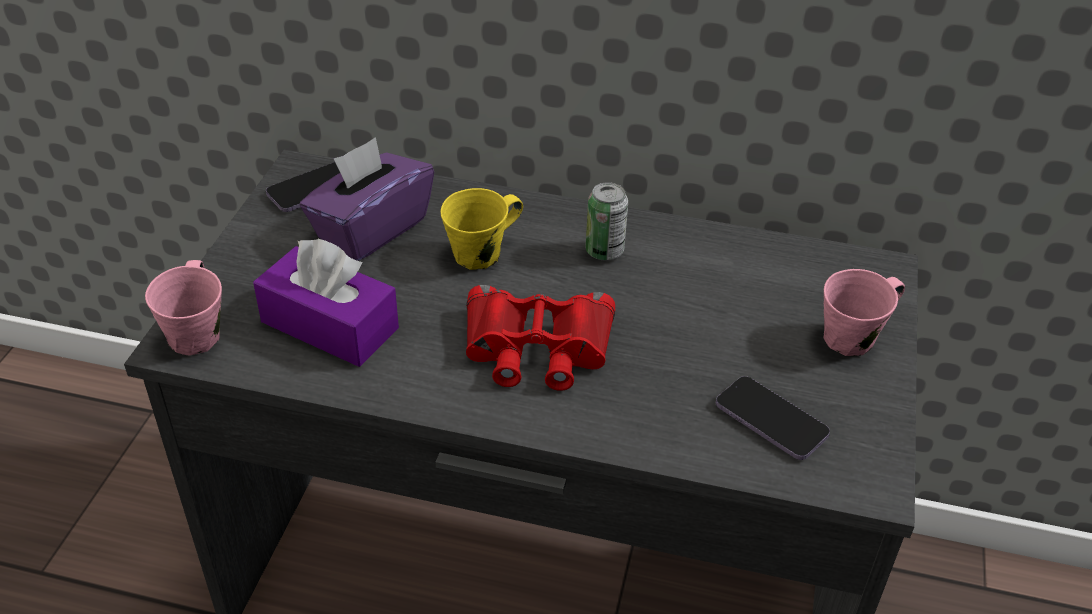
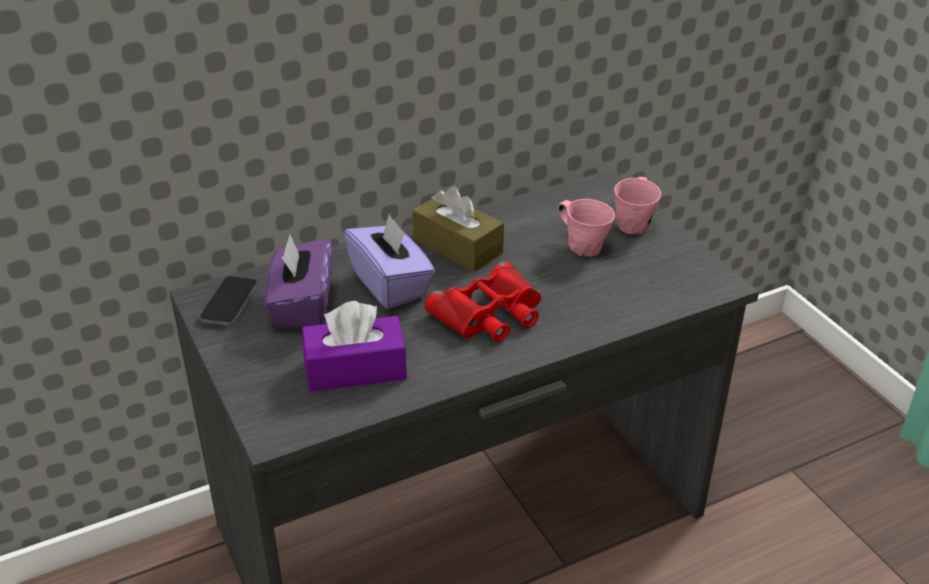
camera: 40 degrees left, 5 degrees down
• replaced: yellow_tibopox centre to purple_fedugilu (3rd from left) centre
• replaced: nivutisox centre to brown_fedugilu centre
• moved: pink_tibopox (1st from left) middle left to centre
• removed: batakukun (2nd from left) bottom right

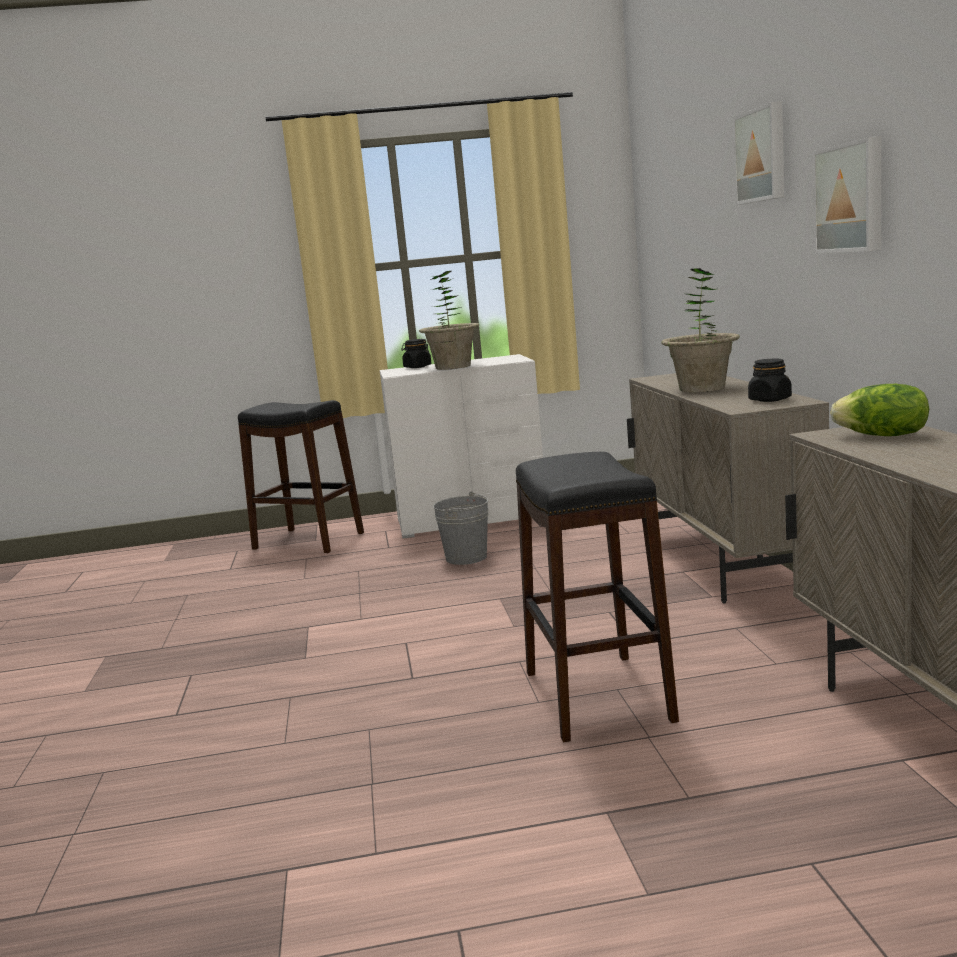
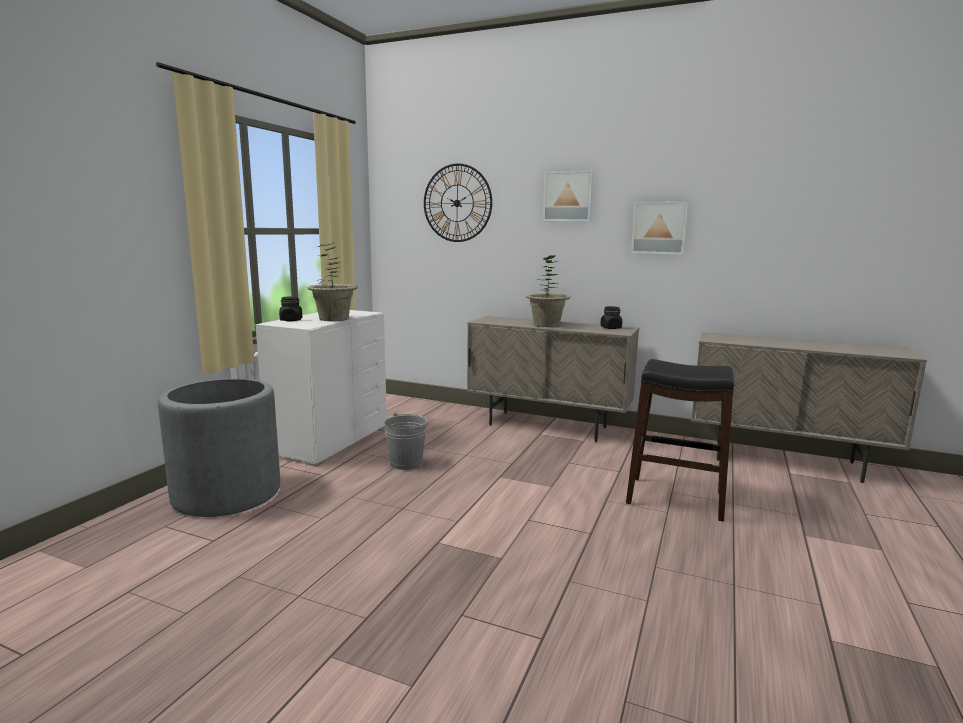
camera: 60 degrees left, 0 degrees up
• replaced: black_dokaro (1st from left) middle left to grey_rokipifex middle left
• added: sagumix top centre
• removed: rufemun middle right

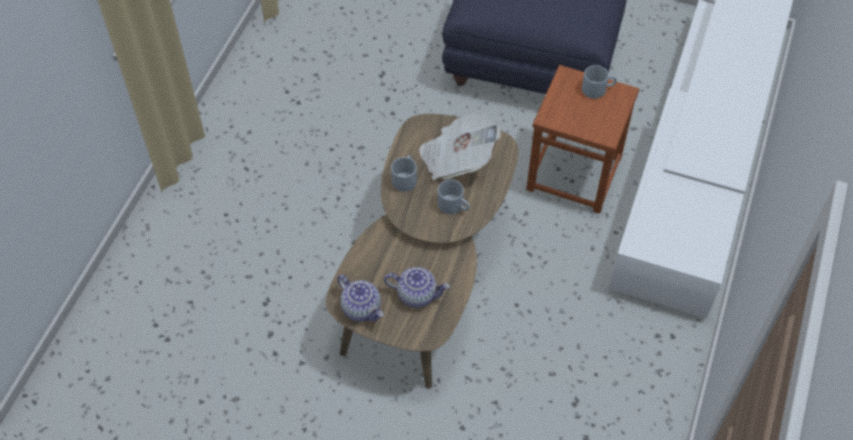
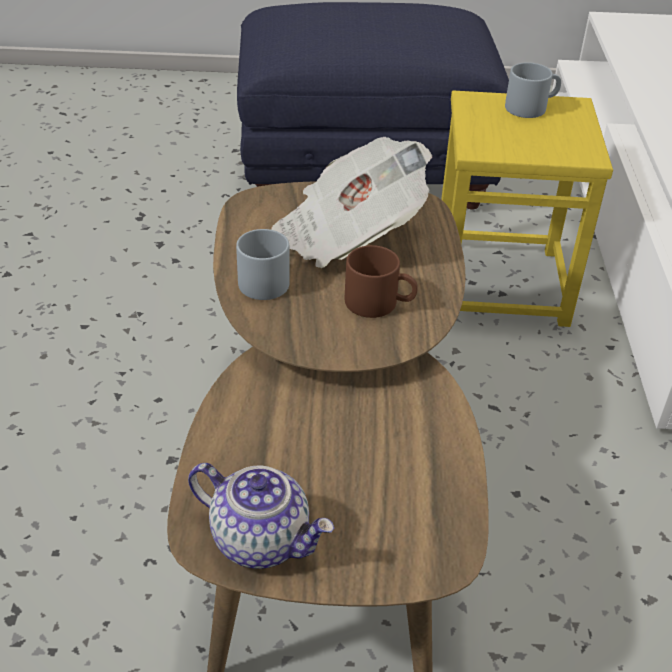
camera: 20 degrees left, 15 degrees down
• recoloured: grey_tibopox (2nd from left) centre to brown_tibopox centre
• recoloured: brown_dokaro top right to yellow_dokaro top right
• removed: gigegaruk (2nd from left) centre

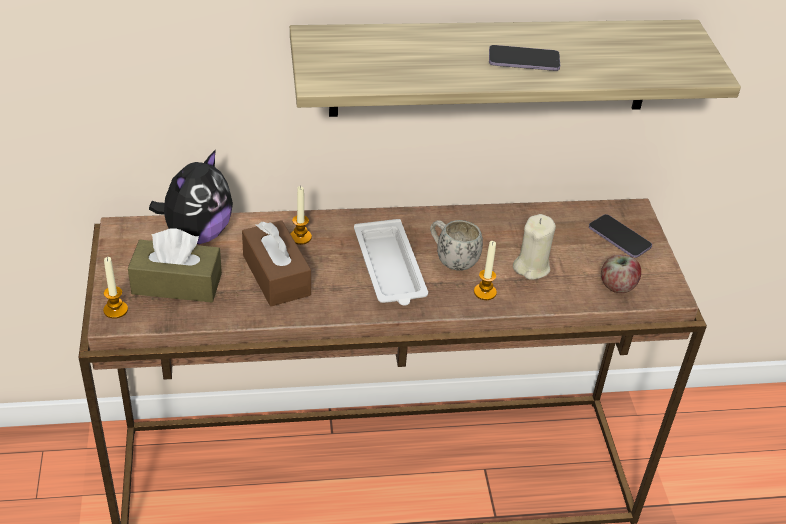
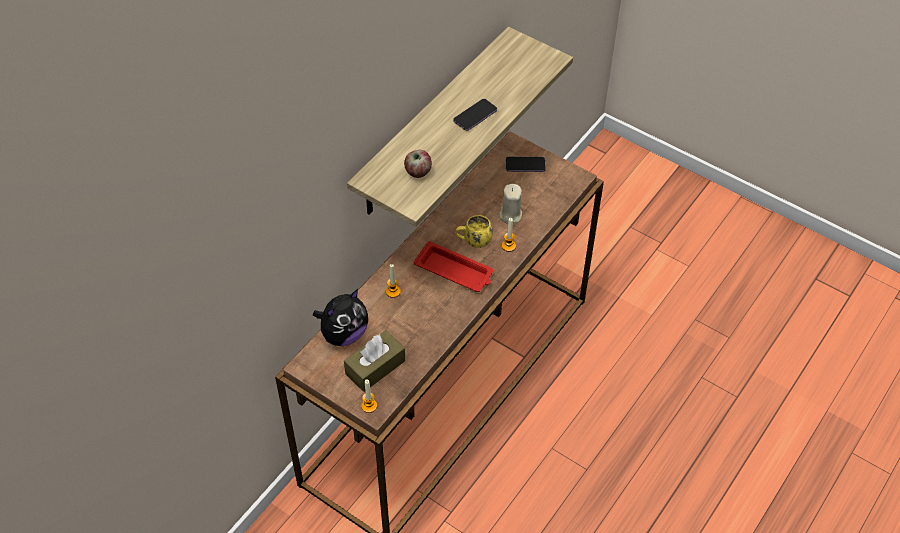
camera: 45 degrees left, 10 degrees up
• turned: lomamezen middle left = centre 60 degrees clockwise
• moved: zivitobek middle right to top centre
• recoloured: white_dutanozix centre to red_dutanozix centre
• recoloured: white_tibopox centre to yellow_tibopox centre
• removed: brown_fedugilu (2nd from left) centre

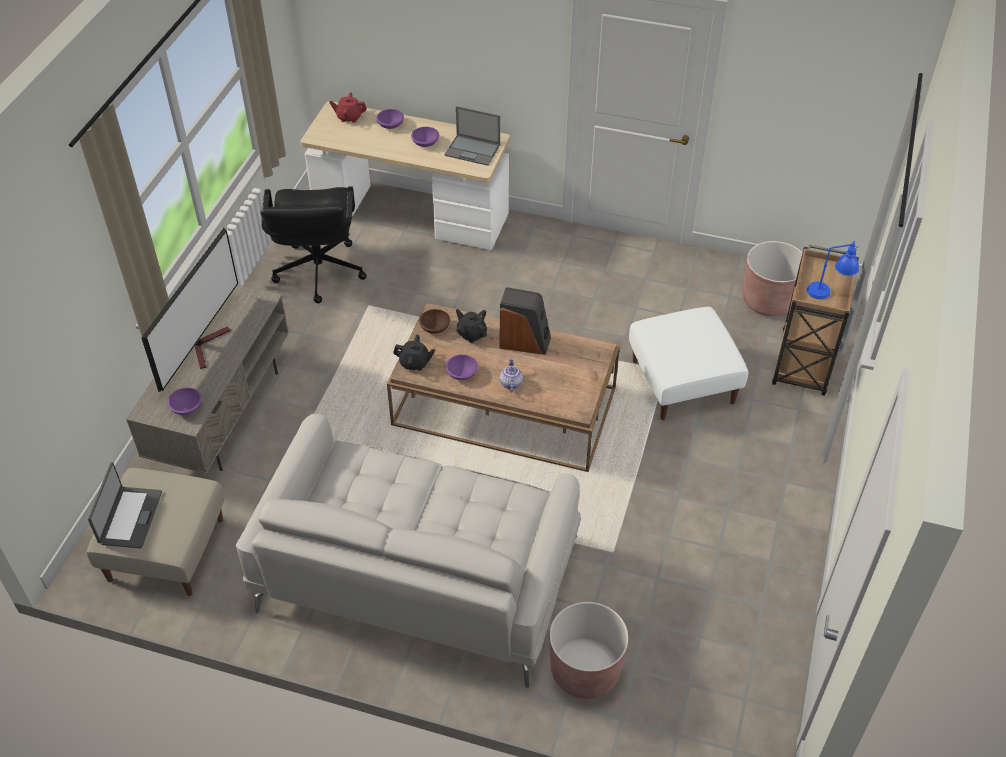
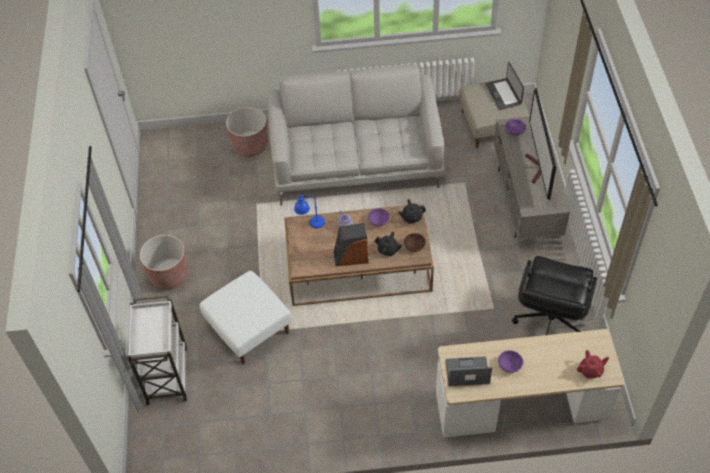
camera: 160 degrees right, 5 degrees up
• recoloured: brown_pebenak middle right to white_pebenak bottom left
• moved: brown_rokipifex (2nd from left in the first image) middle right to brown_rokipifex (1st from left) middle left
• moved: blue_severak middle right to centre
• turned: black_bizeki top left = middle right 135 degrees counterclockwise
• removed: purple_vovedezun (2nd from left) top centre

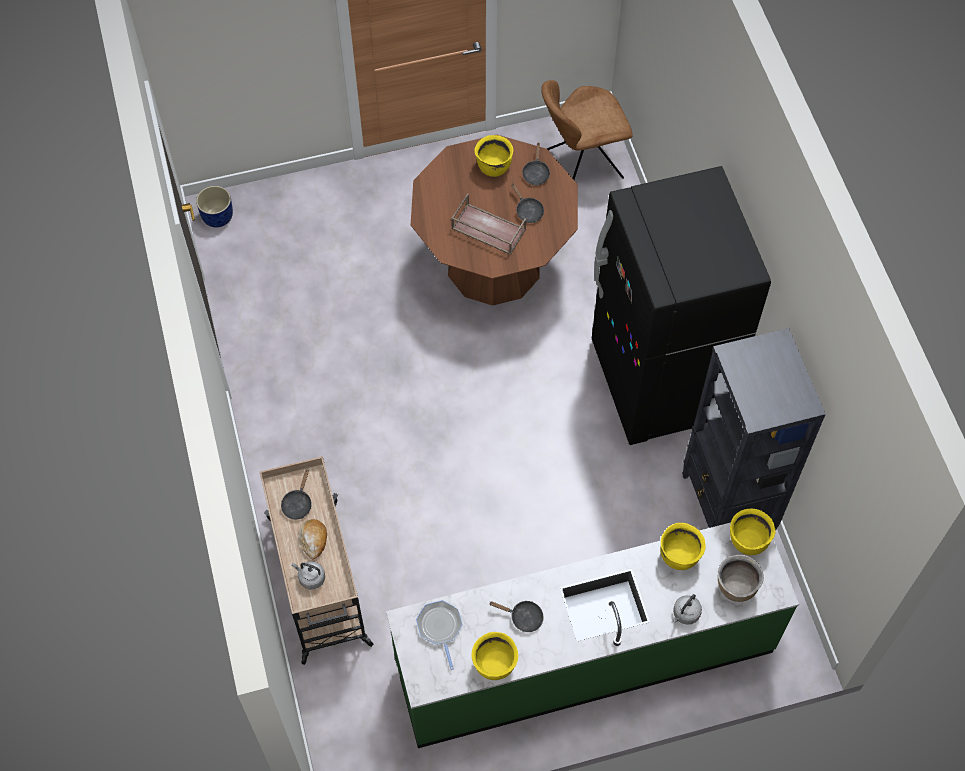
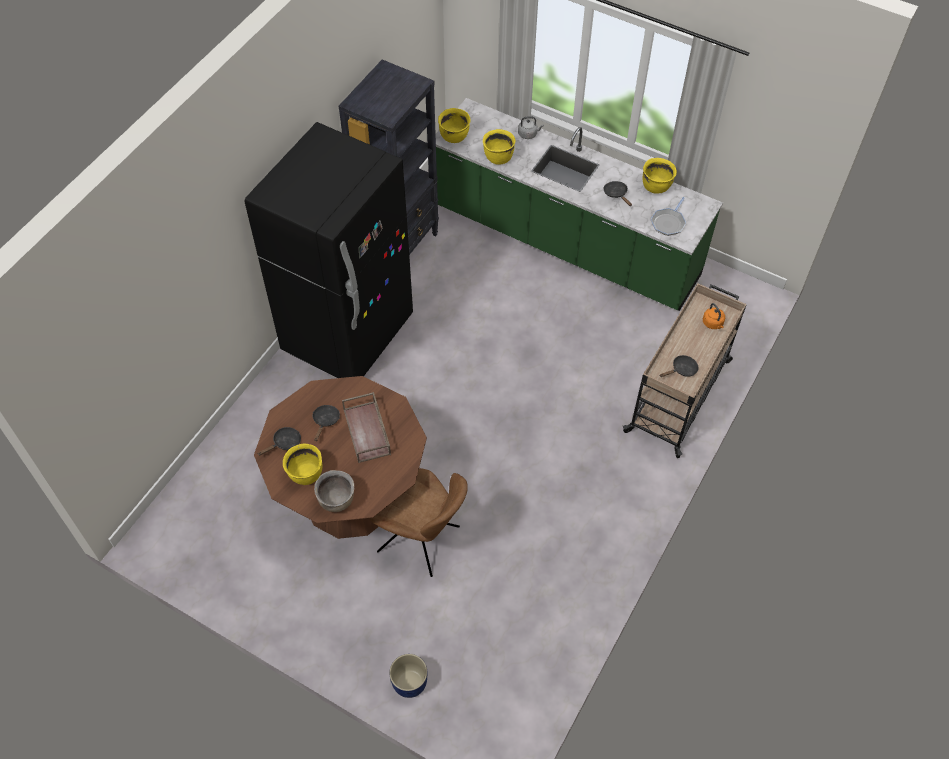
camera: 135 degrees left, 5 degrees down
• moved: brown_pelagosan bottom right to centre
• moved: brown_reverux top centre to bottom centre
• moved: blue_rokipifex top left to bottom centre
• recoloured: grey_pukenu (1st from left) bottom left to orange_pukenu middle right
• removed: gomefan bottom left

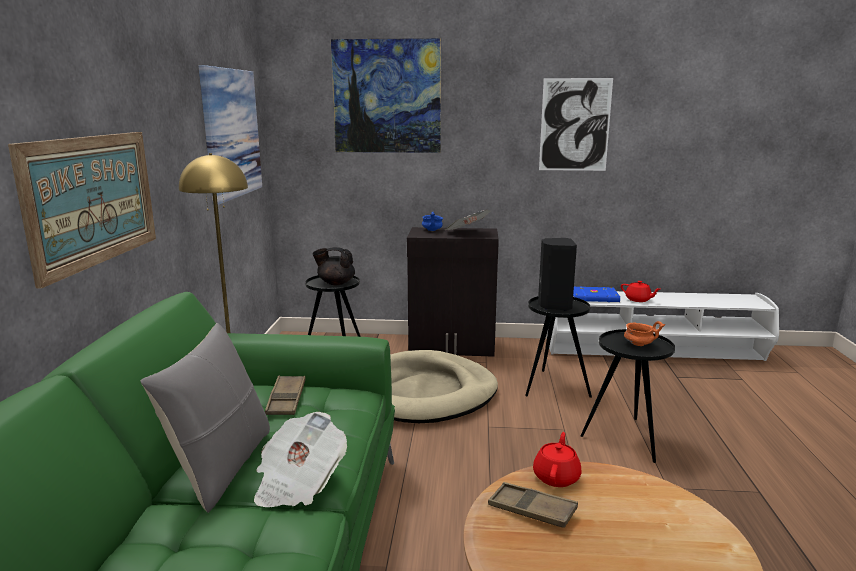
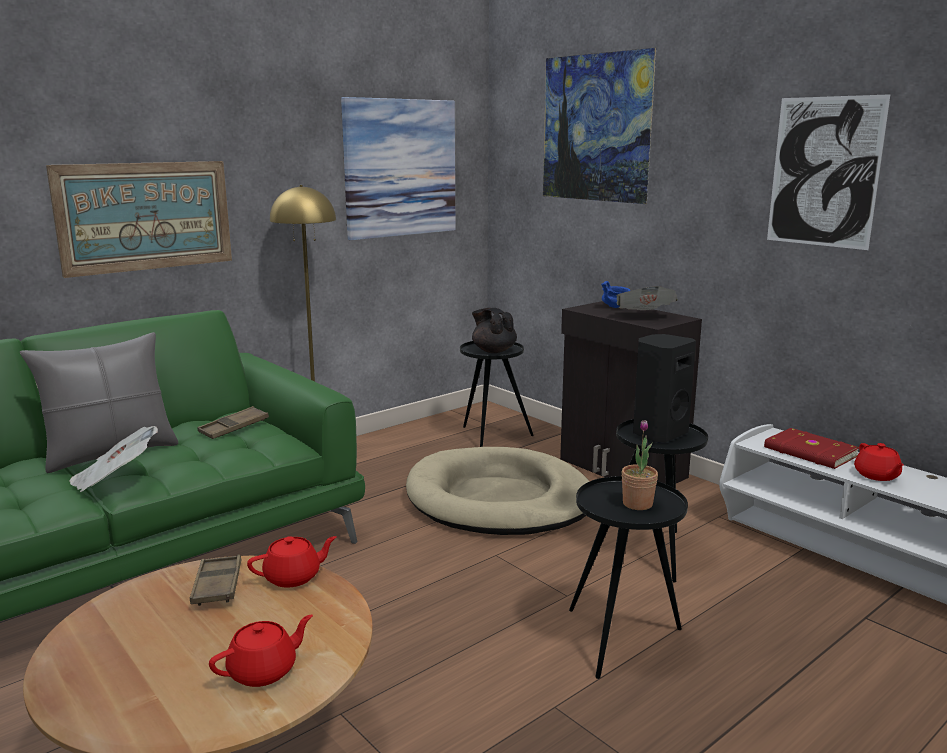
camera: 45 degrees right, 0 degrees up
• added: red_gigegaruk (1st from left) bottom left
• replaced: orange_vovedezun middle right to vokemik middle right
• recoloured: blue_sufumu middle right to red_sufumu middle right

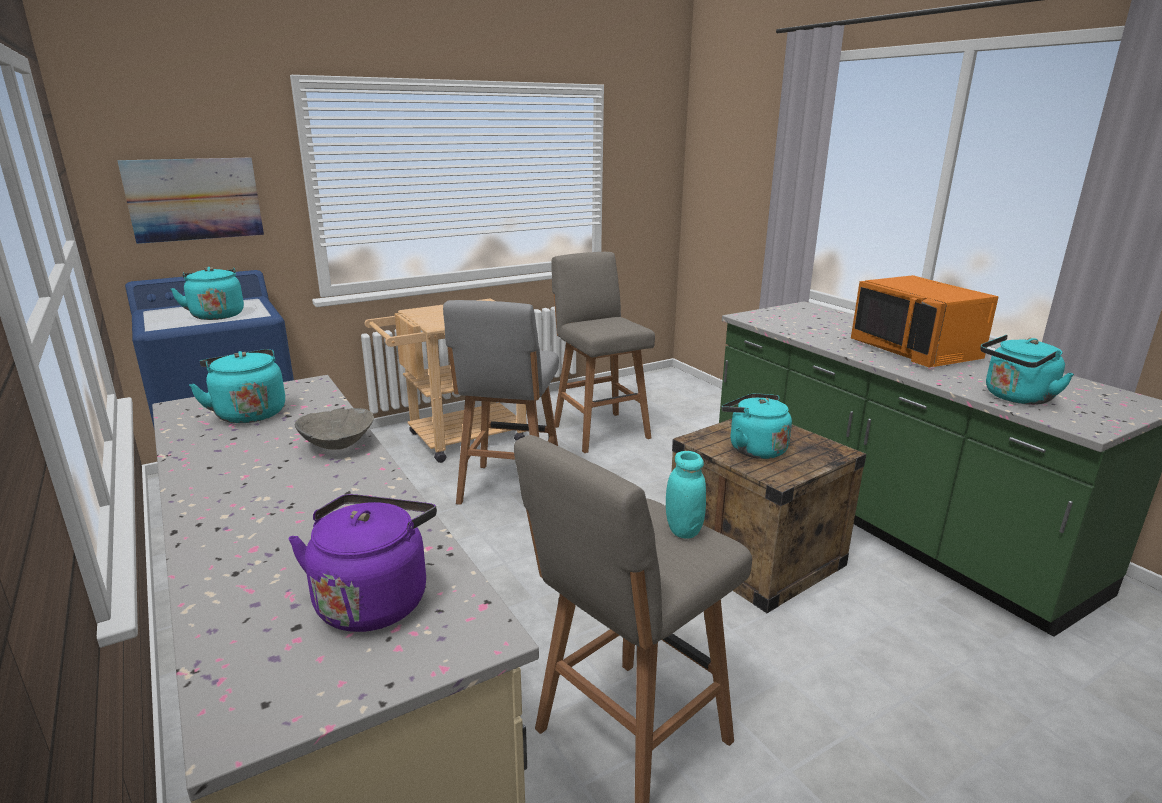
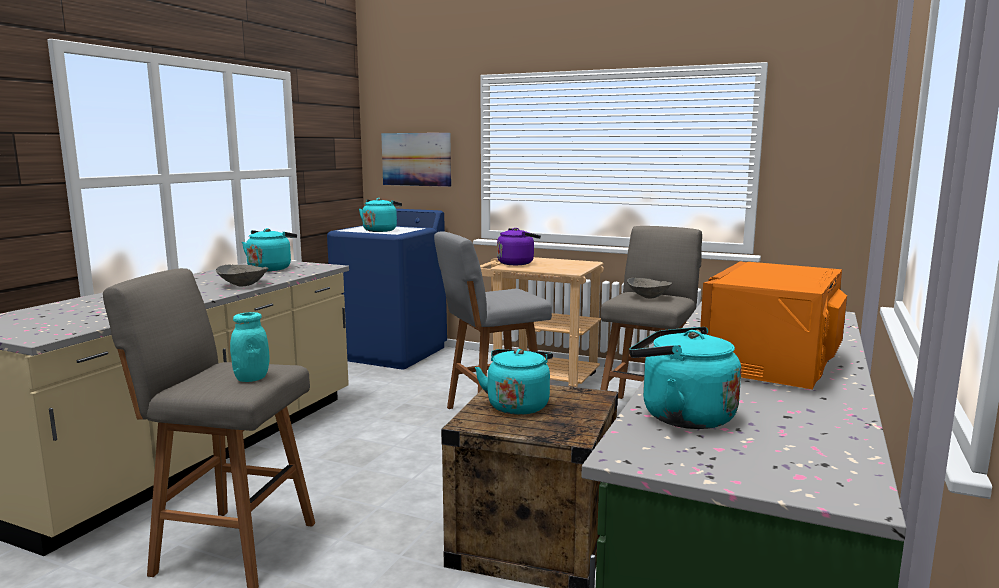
camera: 55 degrees right, 10 degrees down
• moved: purple_pukenu bottom left to centre
• added: grey_vovedezun (2nd from left) centre

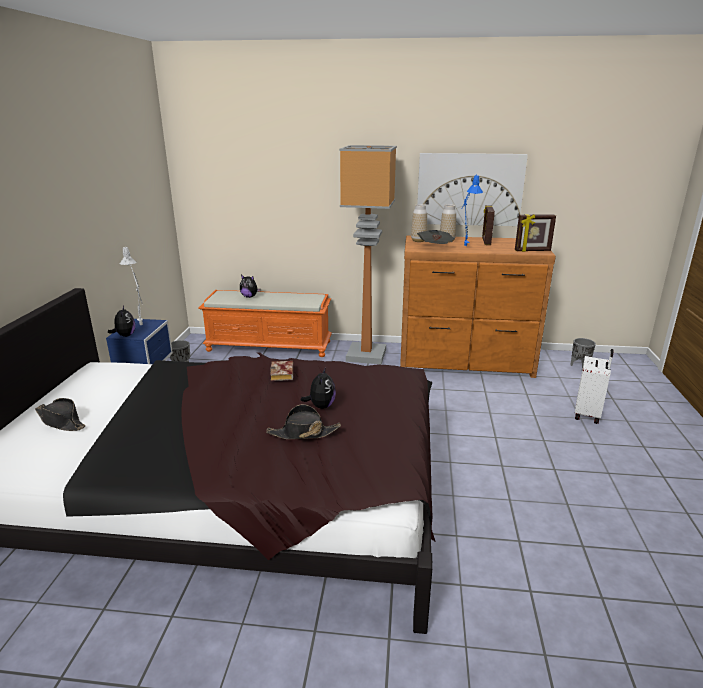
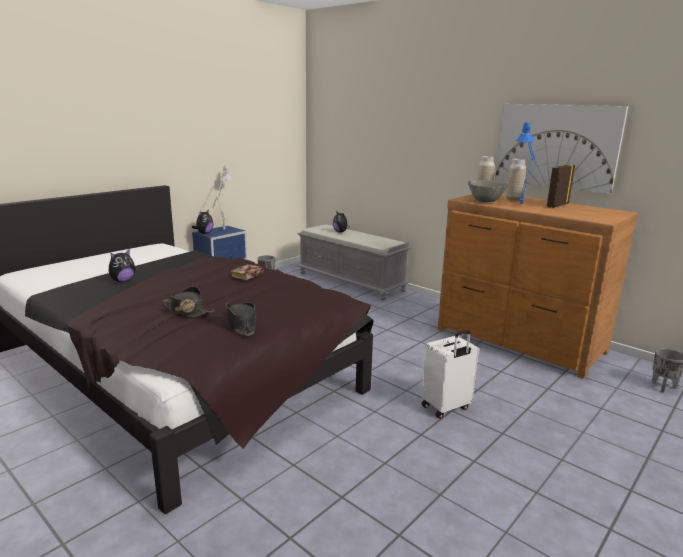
camera: 35 degrees right, 5 degrees down
• moved: lomamezen (3rd from left in the first image) centre to lomamezen (1st from left) middle left
• moved: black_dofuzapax (1st from left in the first image) middle left to black_dofuzapax (2nd from left) centre
• recoloured: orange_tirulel centre to grey_tirulel centre
• moved: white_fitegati middle right to bottom centre
• replaced: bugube centre to grey_vovedezun middle right
• removed: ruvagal centre
• removed: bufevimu (2nd from left) middle right

